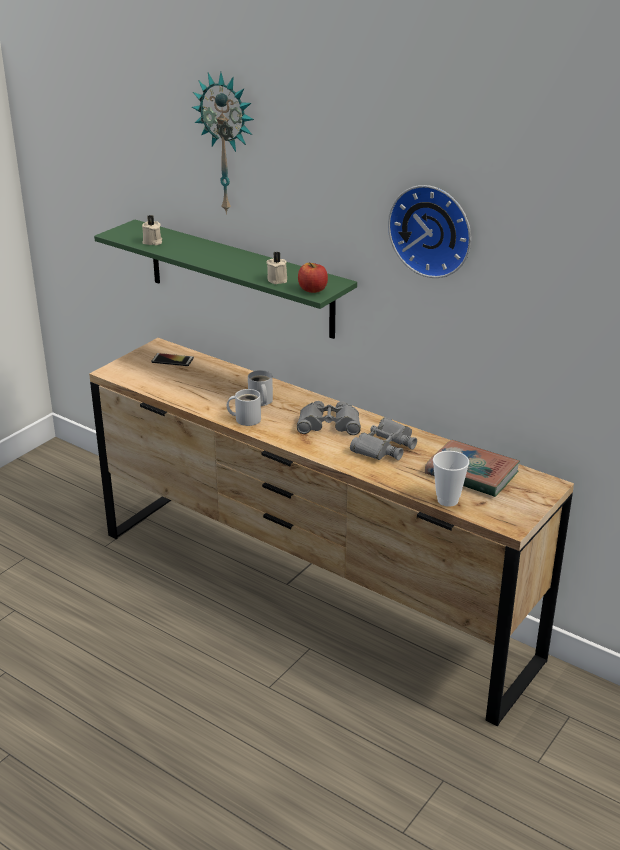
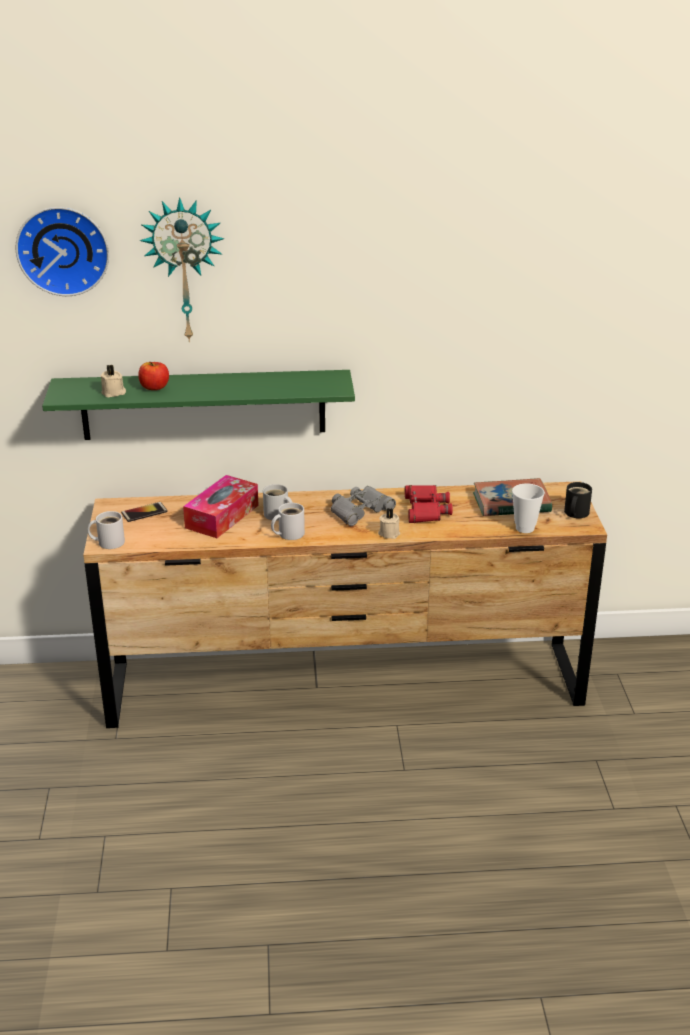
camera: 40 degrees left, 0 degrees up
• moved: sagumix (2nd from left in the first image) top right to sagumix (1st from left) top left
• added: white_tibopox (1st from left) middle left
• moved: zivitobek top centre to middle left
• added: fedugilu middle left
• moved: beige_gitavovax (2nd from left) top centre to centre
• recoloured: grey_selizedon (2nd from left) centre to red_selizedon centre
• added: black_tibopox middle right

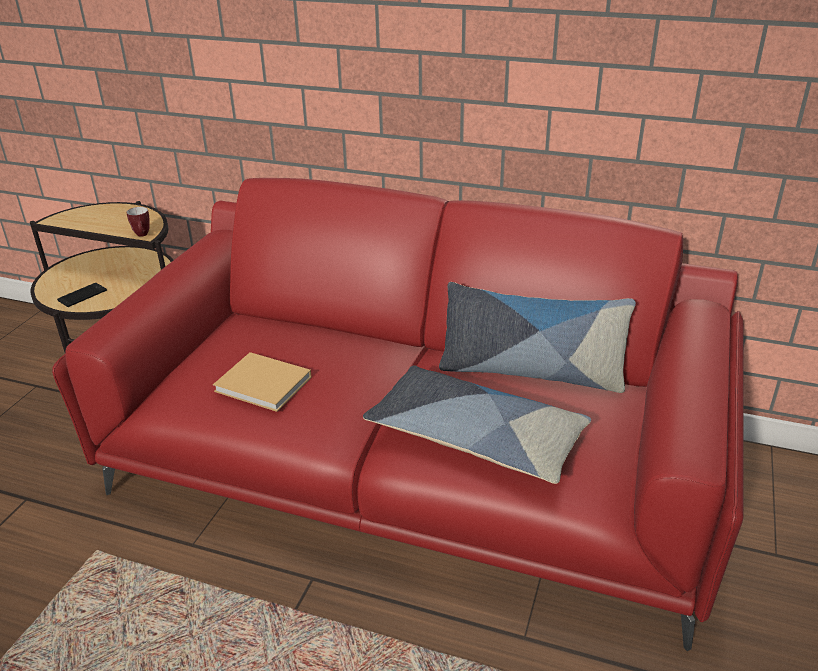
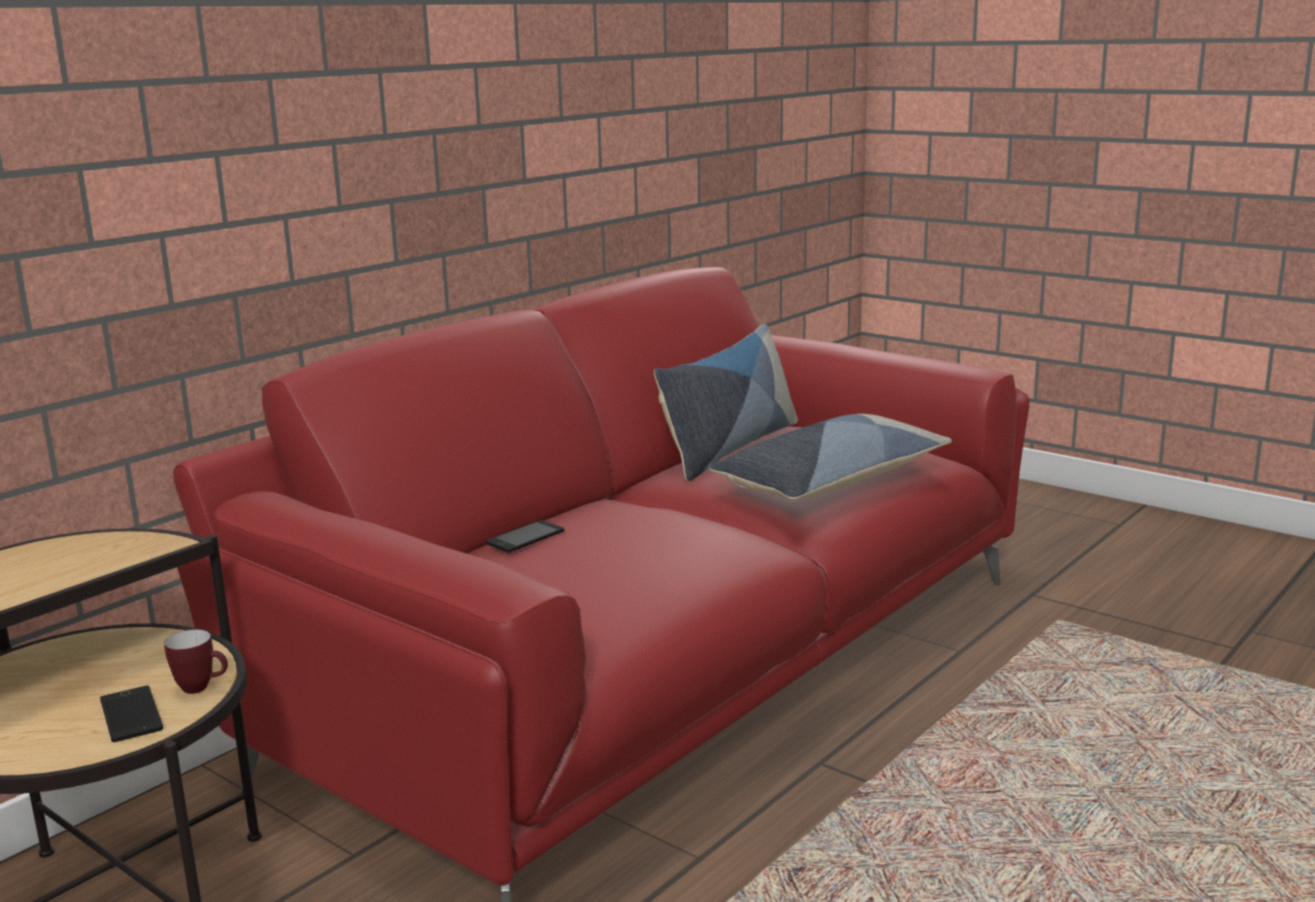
camera: 70 degrees left, 15 degrees down
• moved: tibopox top left to bottom left
• added: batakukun (2nd from left) centre
• removed: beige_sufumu middle left

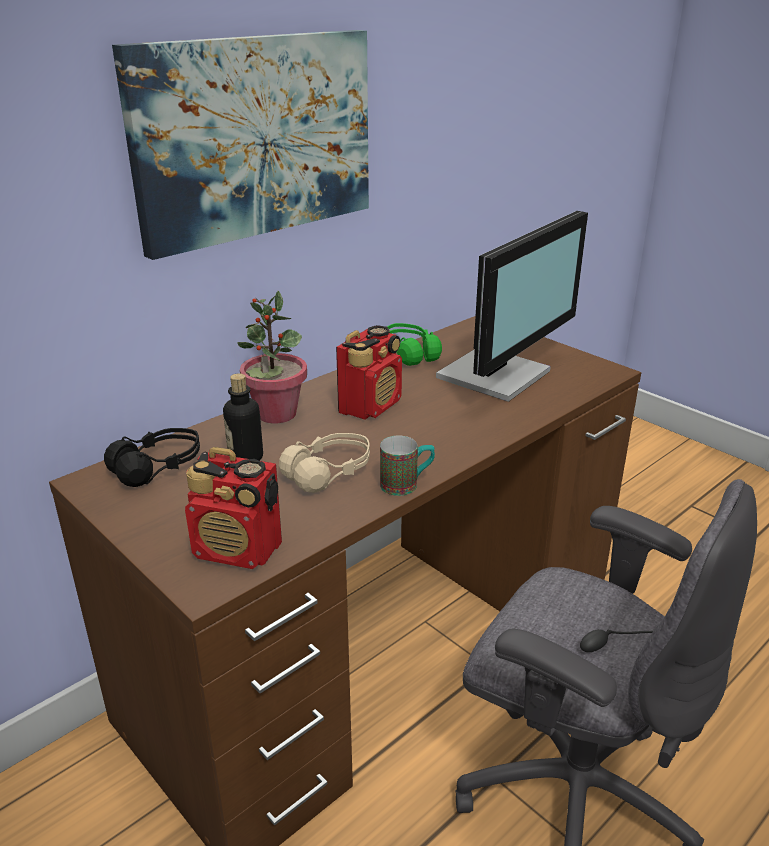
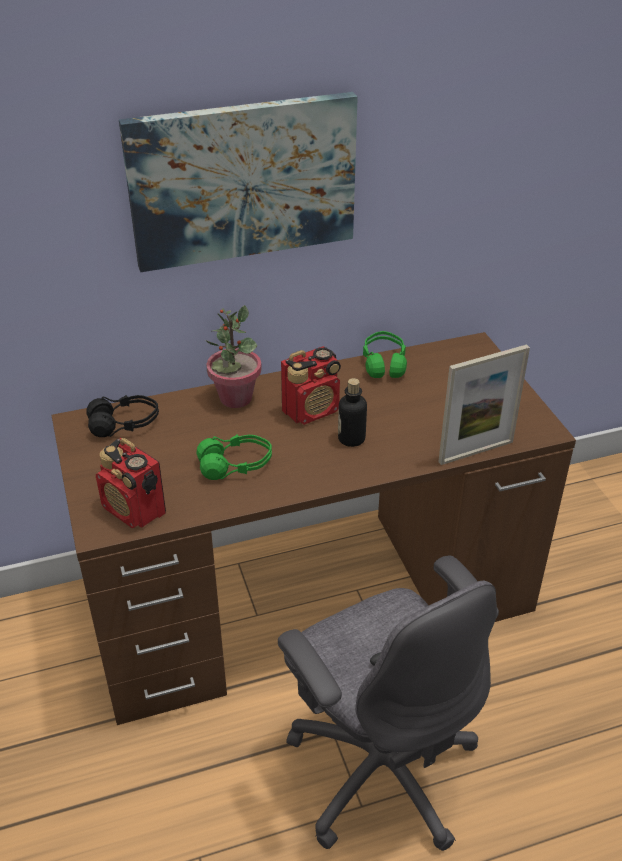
camera: 25 degrees right, 10 degrees up
• recoloured: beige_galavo centre to green_galavo (1st from left) centre
• moved: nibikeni middle left to centre
• added: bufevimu middle right
• removed: tibopox centre
• removed: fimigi centre

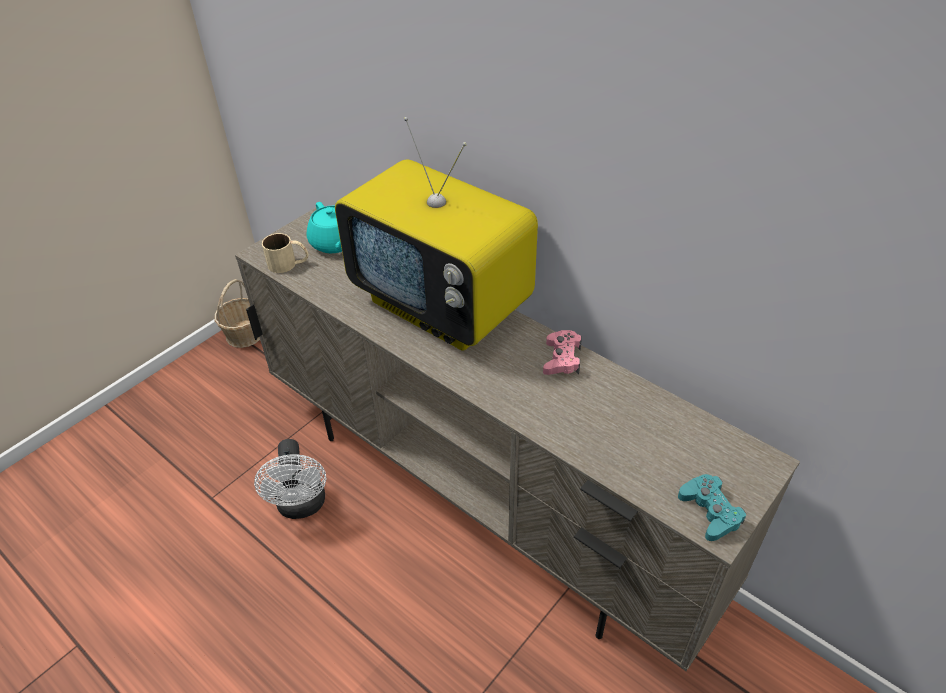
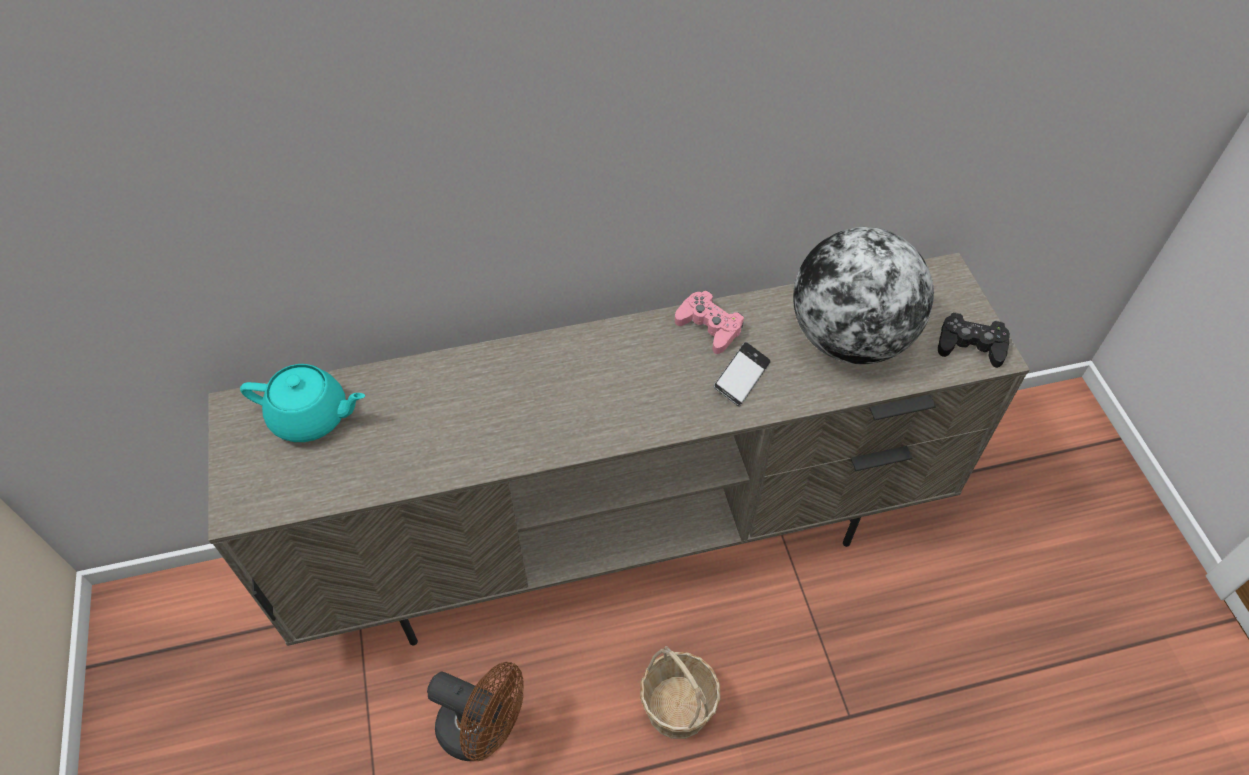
camera: 55 degrees left, 10 degrees up
• recoloured: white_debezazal bottom left to brown_debezazal bottom centre
• moved: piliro middle left to bottom centre
• added: batakukun centre
• added: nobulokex middle right
• recoloured: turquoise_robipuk bottom right to black_robipuk middle right
• removed: beige_tibopox middle left
• removed: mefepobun centre

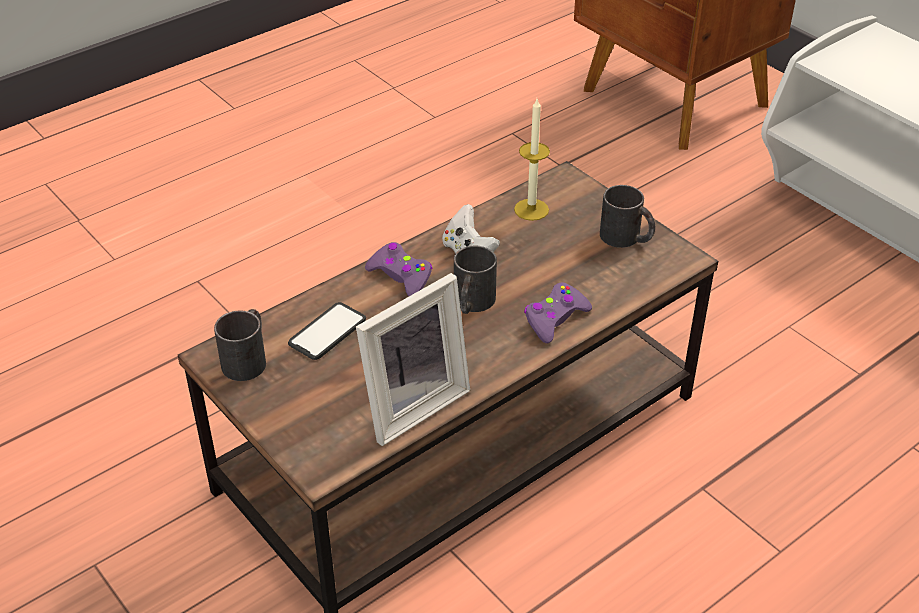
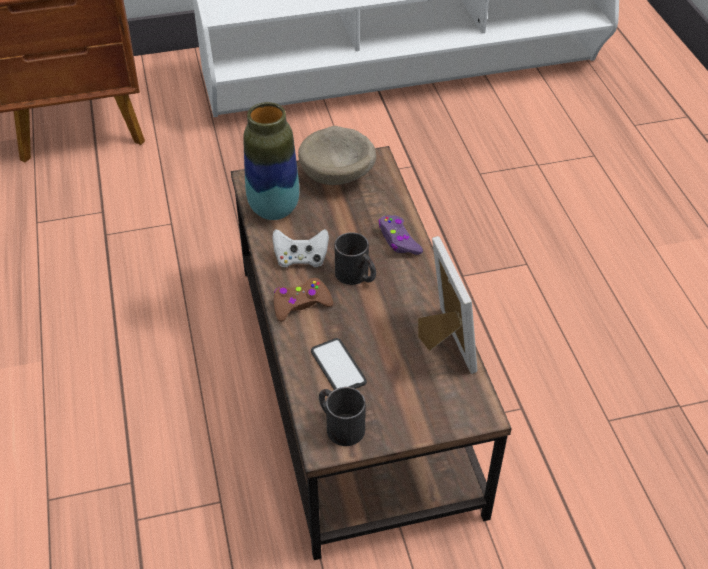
camera: 65 degrees left, 5 degrees up
• replaced: gitavovax top centre to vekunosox top centre
• recoloured: purple_robipuk (1st from left) centre to brown_robipuk centre
• replaced: black_tibopox (3rd from left) middle right to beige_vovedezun top centre

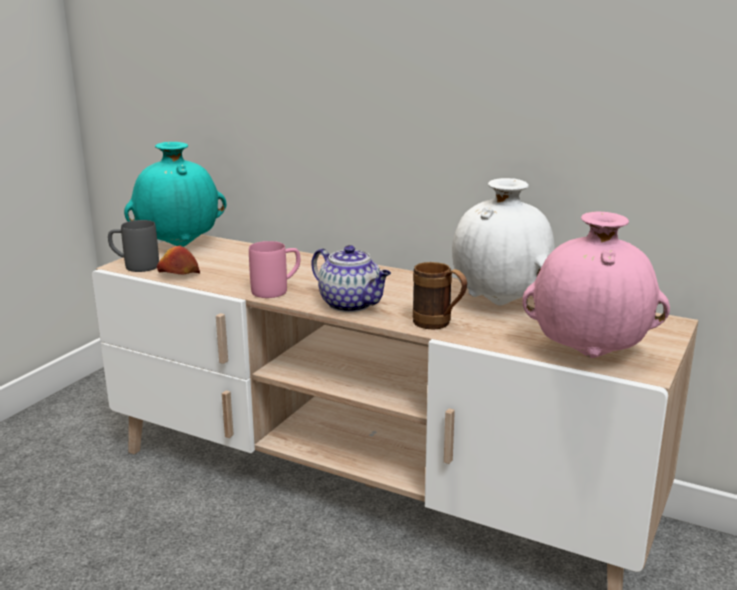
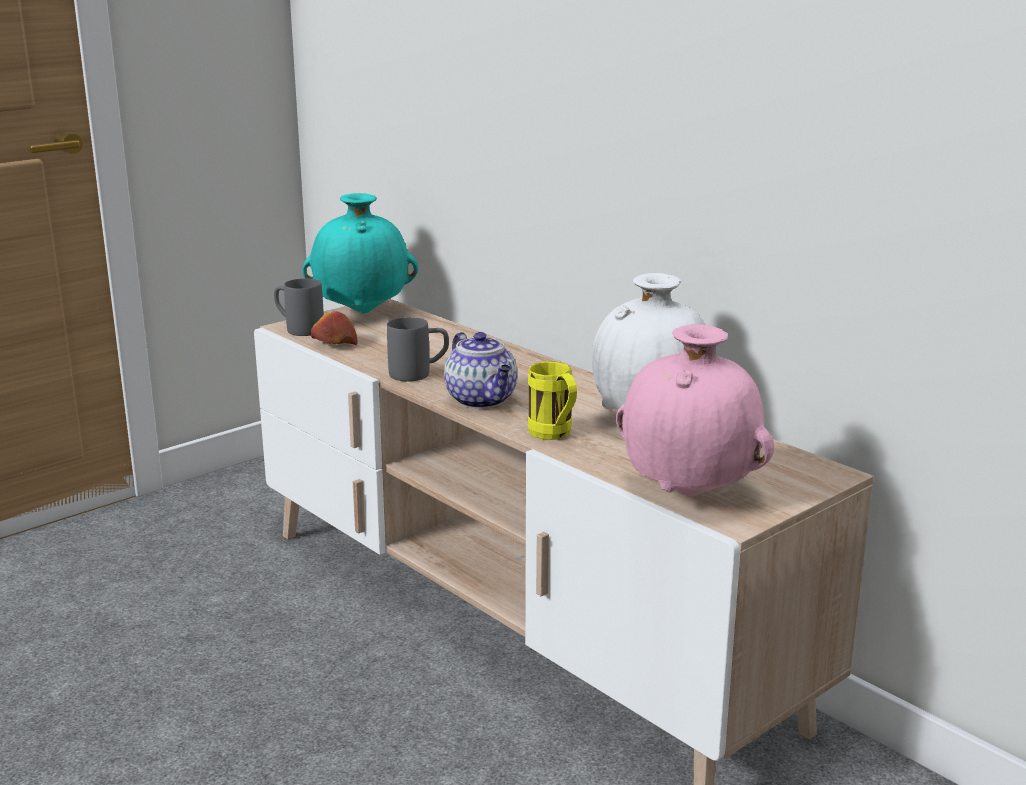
camera: 20 degrees right, 0 degrees up
• recoloured: pink_tibopox centre to grey_tibopox (2nd from left) centre
• recoloured: brown_tibopox centre to yellow_tibopox centre

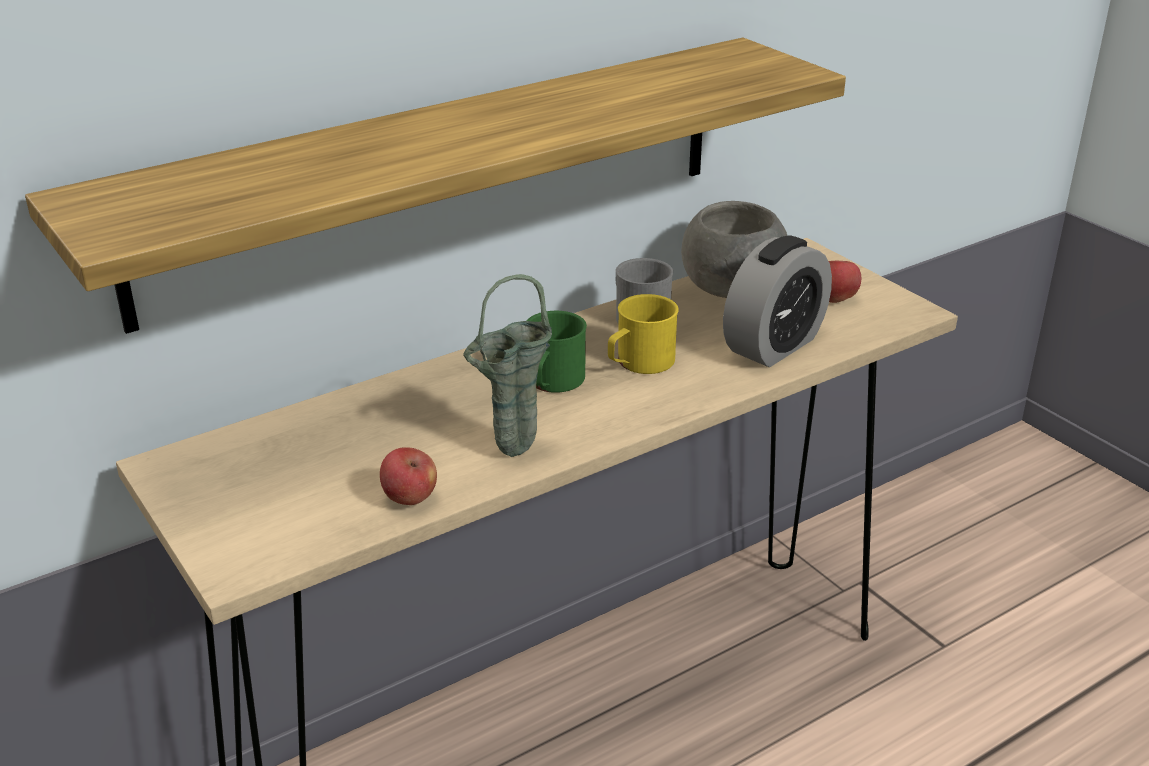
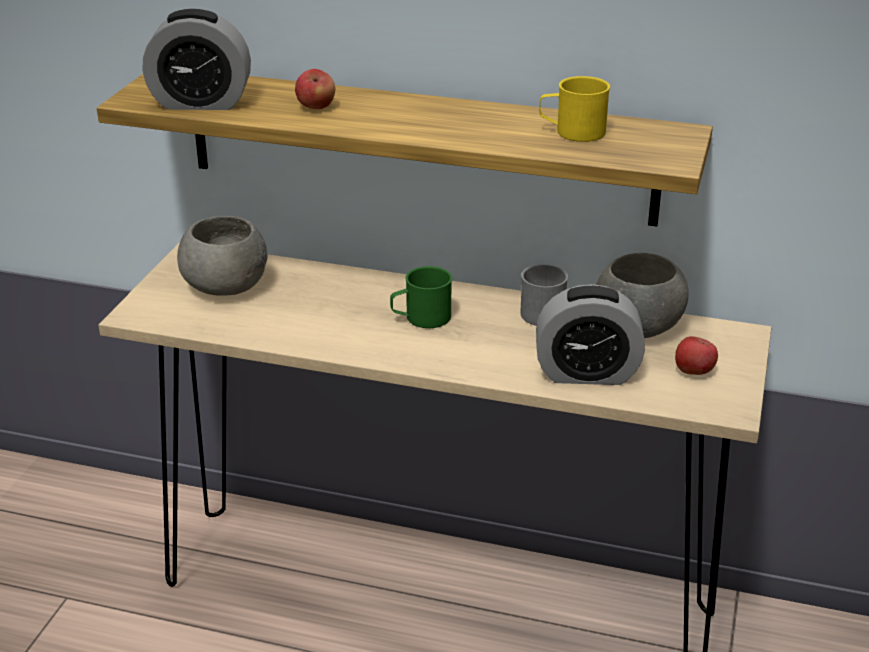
camera: 50 degrees right, 0 degrees up
• added: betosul (1st from left) top left
• added: grey_vovedezun (1st from left) middle left
• moved: zivitobek (1st from left) centre to top centre
• moved: yellow_tibopox centre to top centre
• removed: green_vekunosox centre

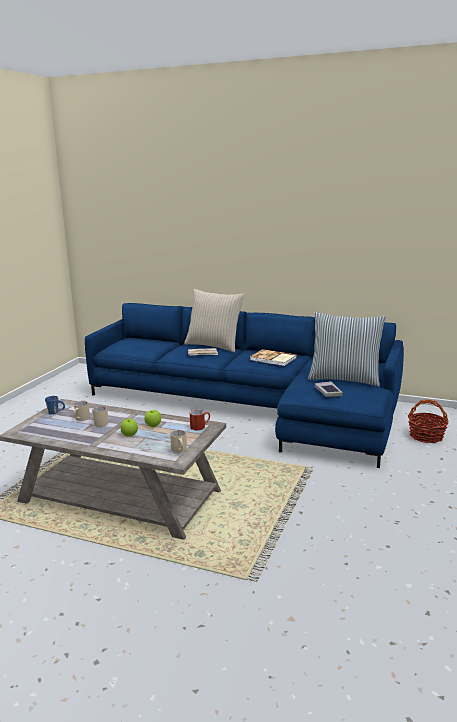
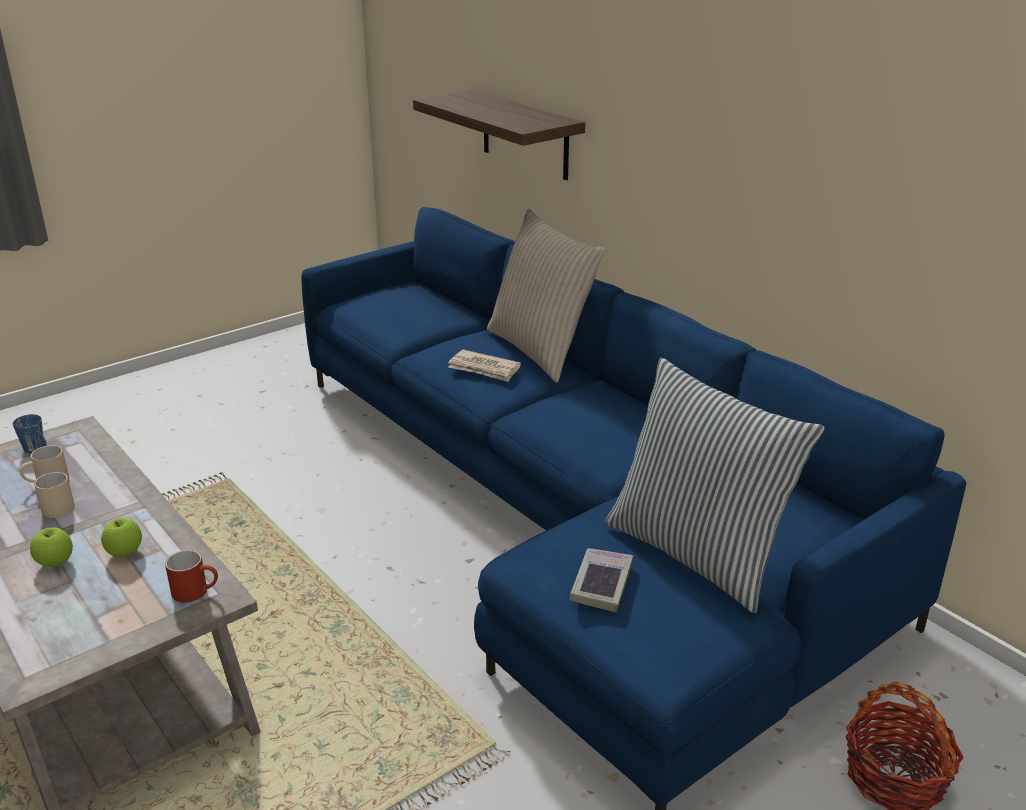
camera: 30 degrees right, 10 degrees up
• added: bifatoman top centre
• removed: beige_tibopox (3rd from left) centre
• removed: sufumu (1st from left) centre

